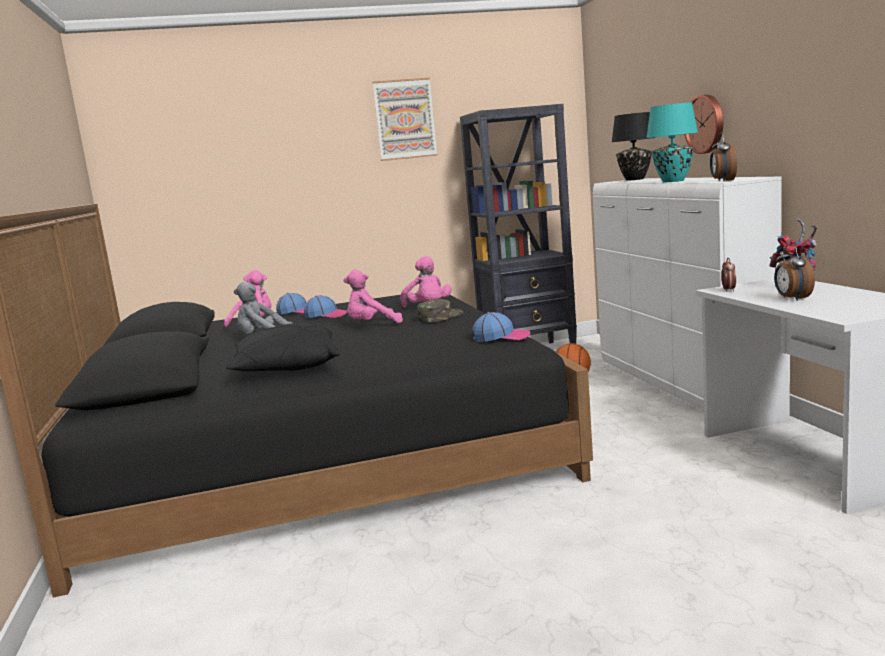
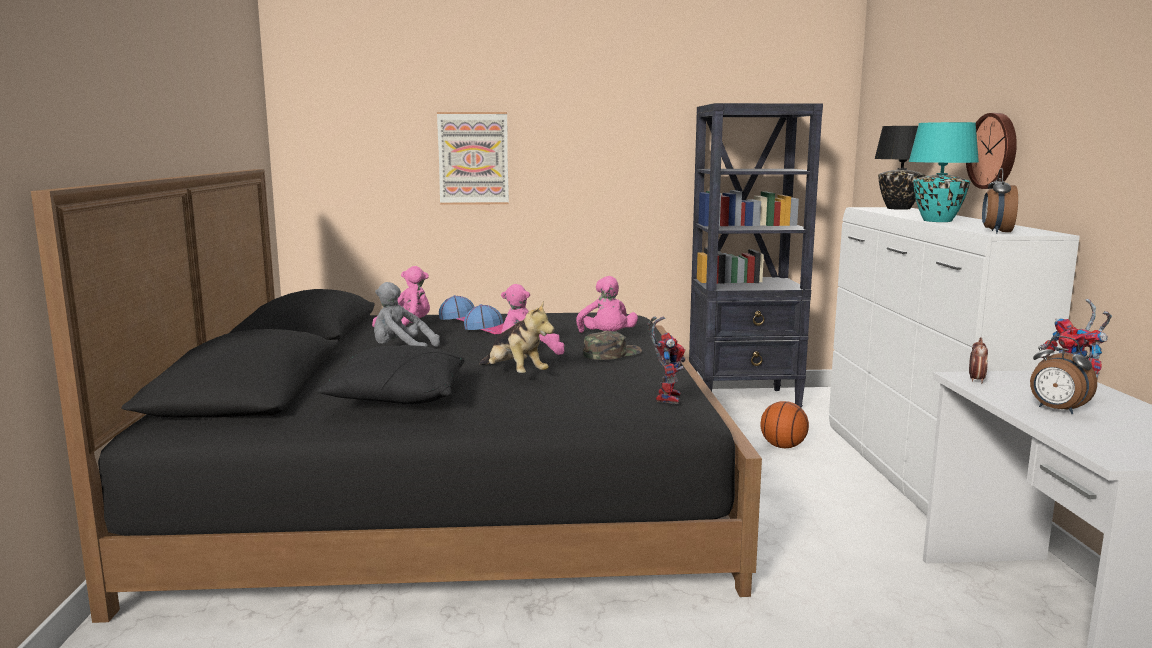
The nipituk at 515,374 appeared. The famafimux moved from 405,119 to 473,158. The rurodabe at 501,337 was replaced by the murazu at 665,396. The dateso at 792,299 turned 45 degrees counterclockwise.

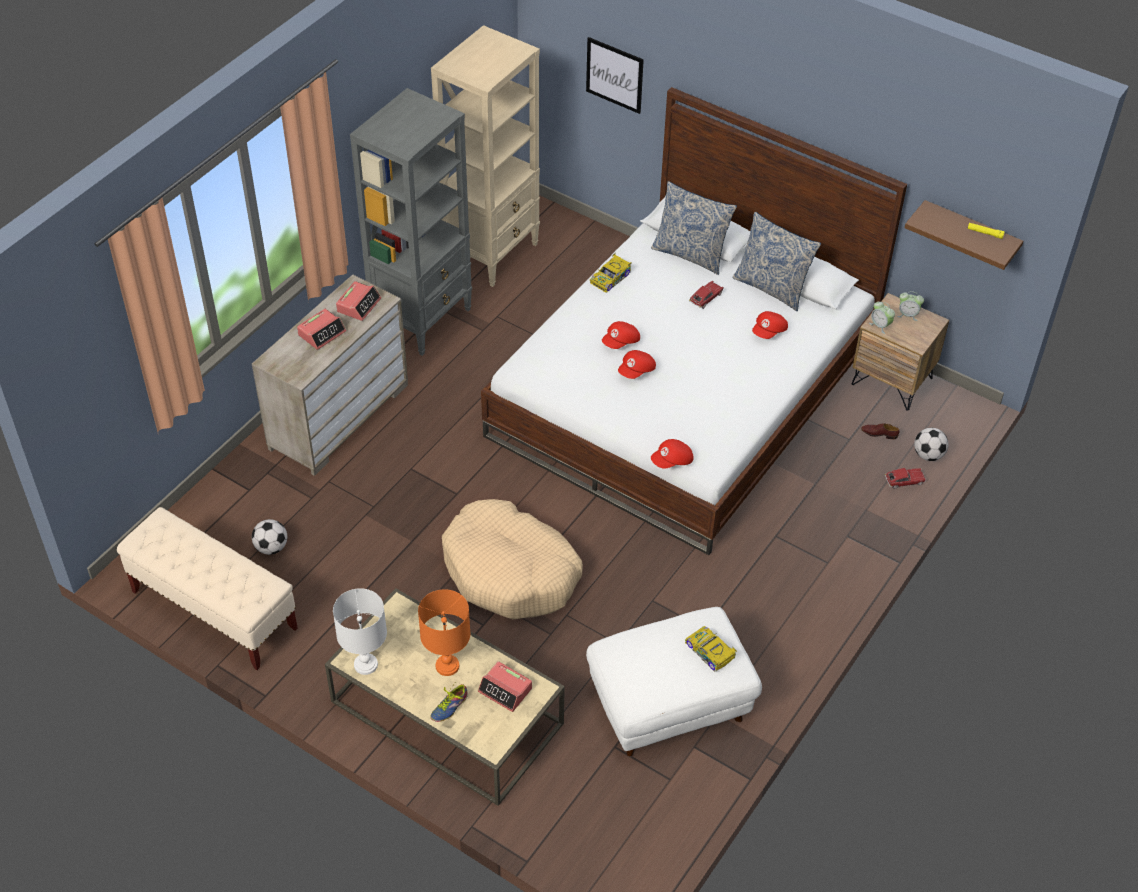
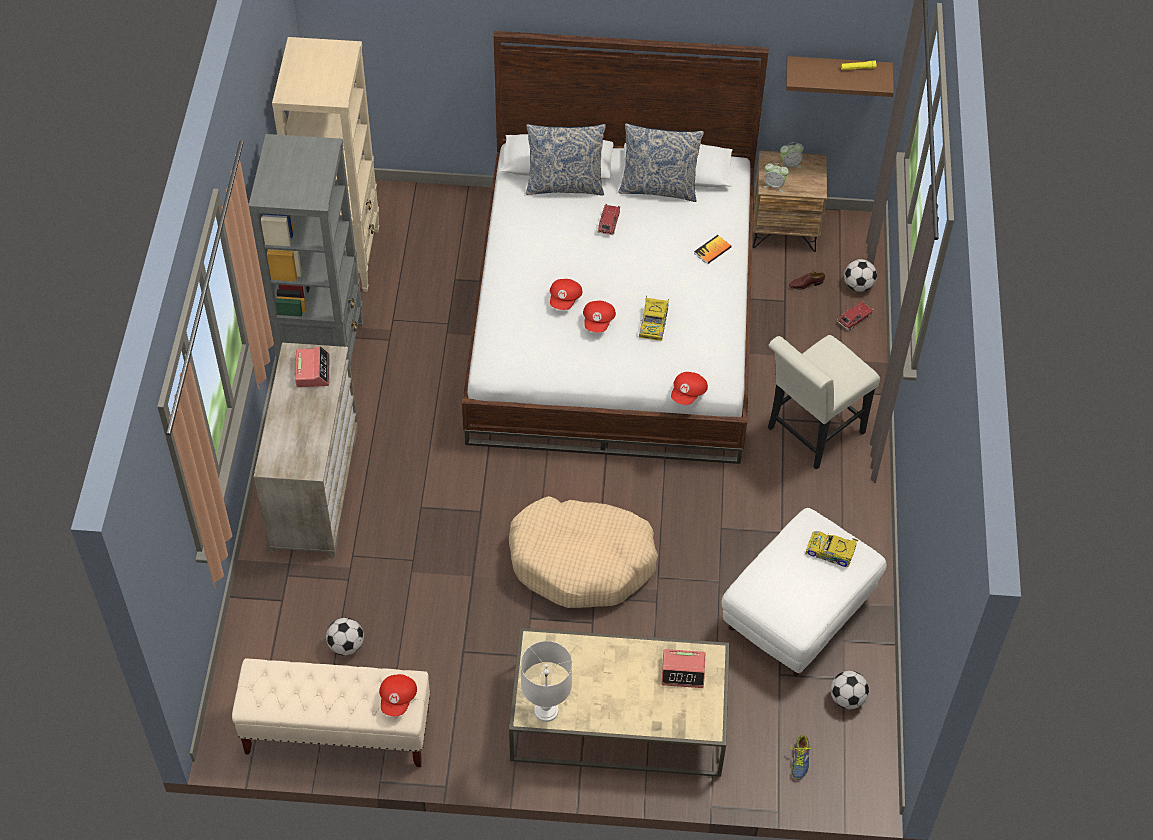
The dateso at 322,333 disappeared. The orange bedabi at 447,665 disappeared. The famafimux at 614,75 disappeared. The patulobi at 712,250 appeared. The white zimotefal at 810,434 appeared. The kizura at 847,699 appeared. The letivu moved from 448,706 to 798,760. The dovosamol moved from 611,278 to 654,323. The red rurodabe moved from 769,332 to 398,699.

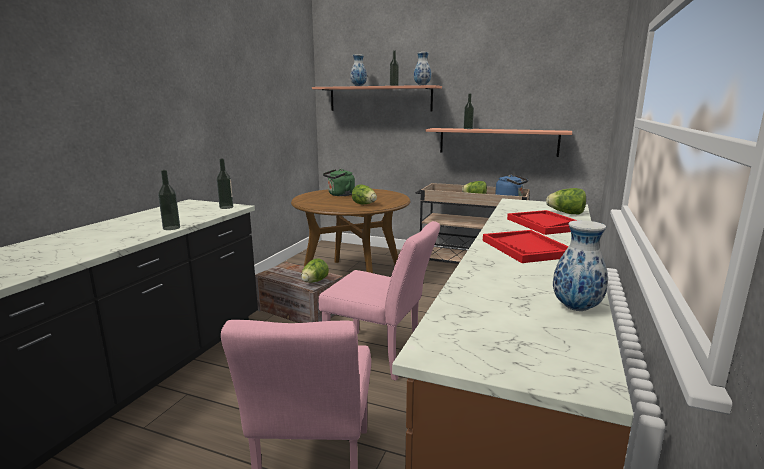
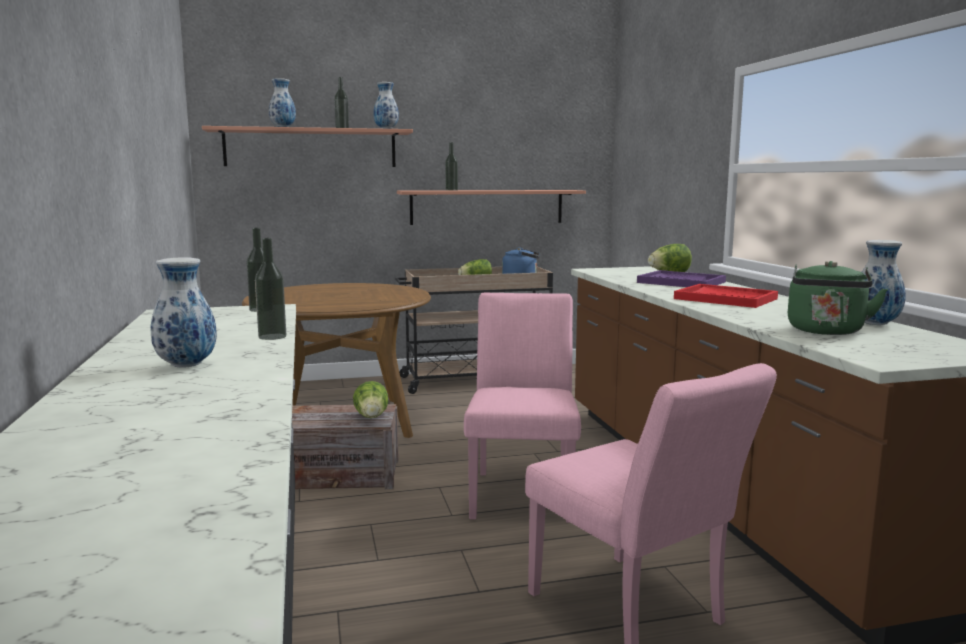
The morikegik at 364,204 disappeared. The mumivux at 187,366 appeared. The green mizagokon moved from 340,195 to 826,332. The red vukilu at 545,224 became the purple vukilu at 680,282. The pink zimotefal at 380,356 turned 75 degrees counterclockwise.

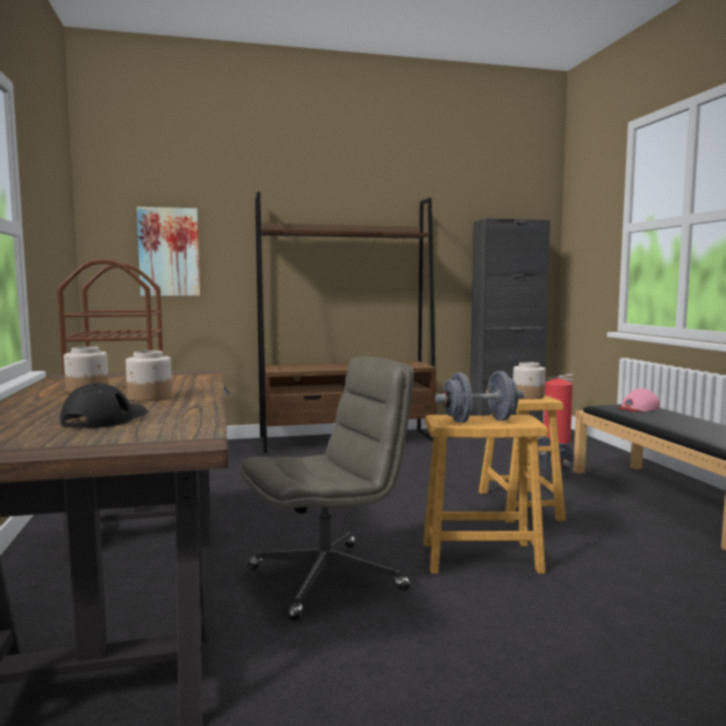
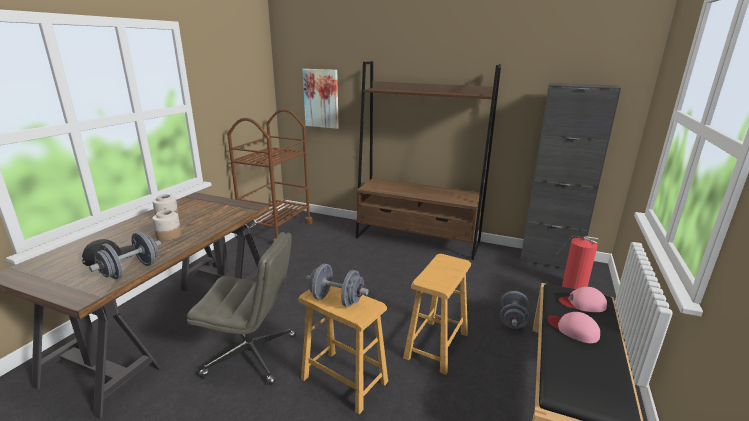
The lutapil at 528,396 disappeared. The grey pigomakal at 131,270 appeared. The pink rurodabe at 573,329 appeared.

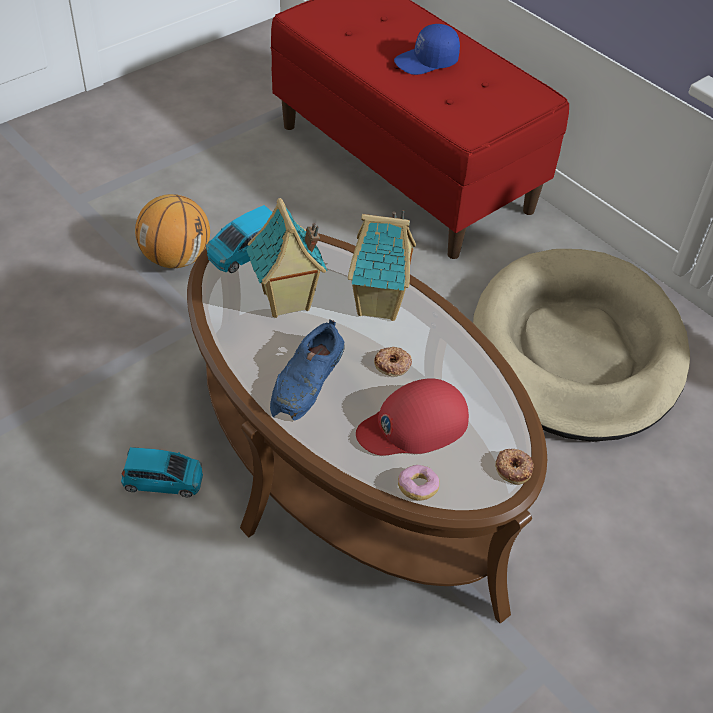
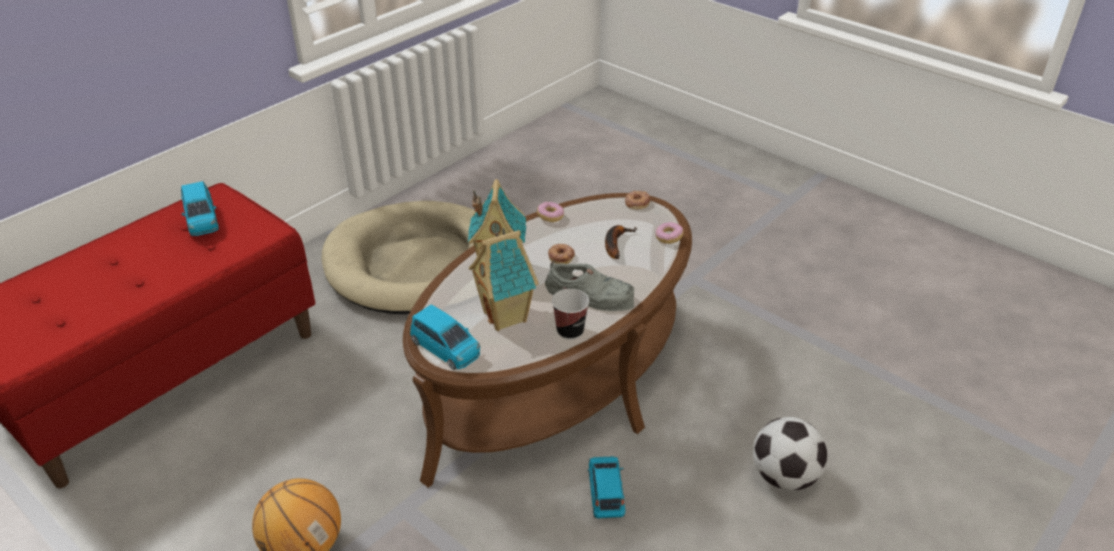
The blue rurodabe at 426,62 disappeared. The blue dovosamol at 202,220 appeared. The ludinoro at 550,217 appeared. The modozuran at 570,331 appeared. The kizura at 784,476 appeared. The red rurodabe at 413,425 was replaced by the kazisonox at 615,243. The blue letivu at 307,380 became the grey letivu at 591,295.

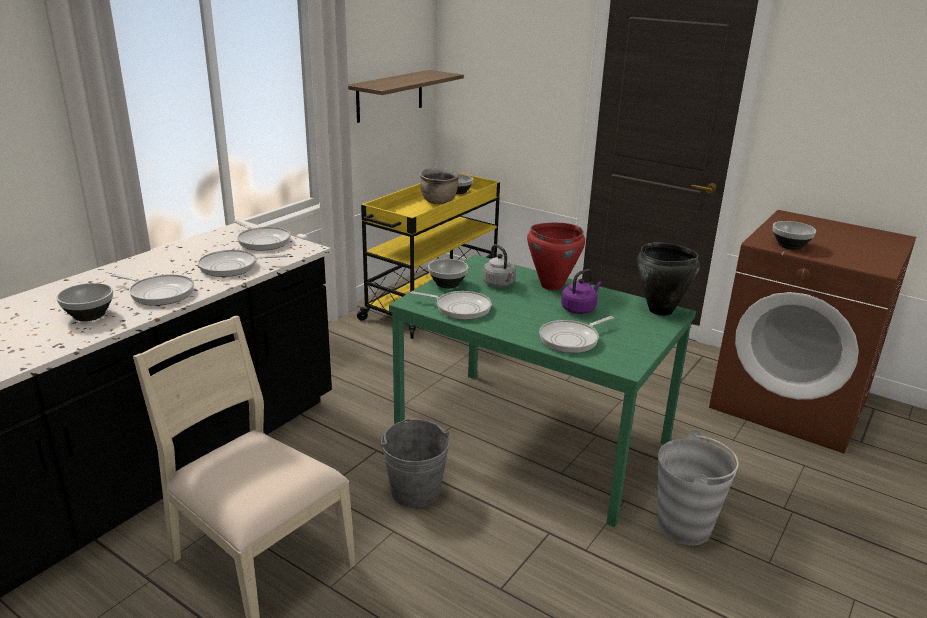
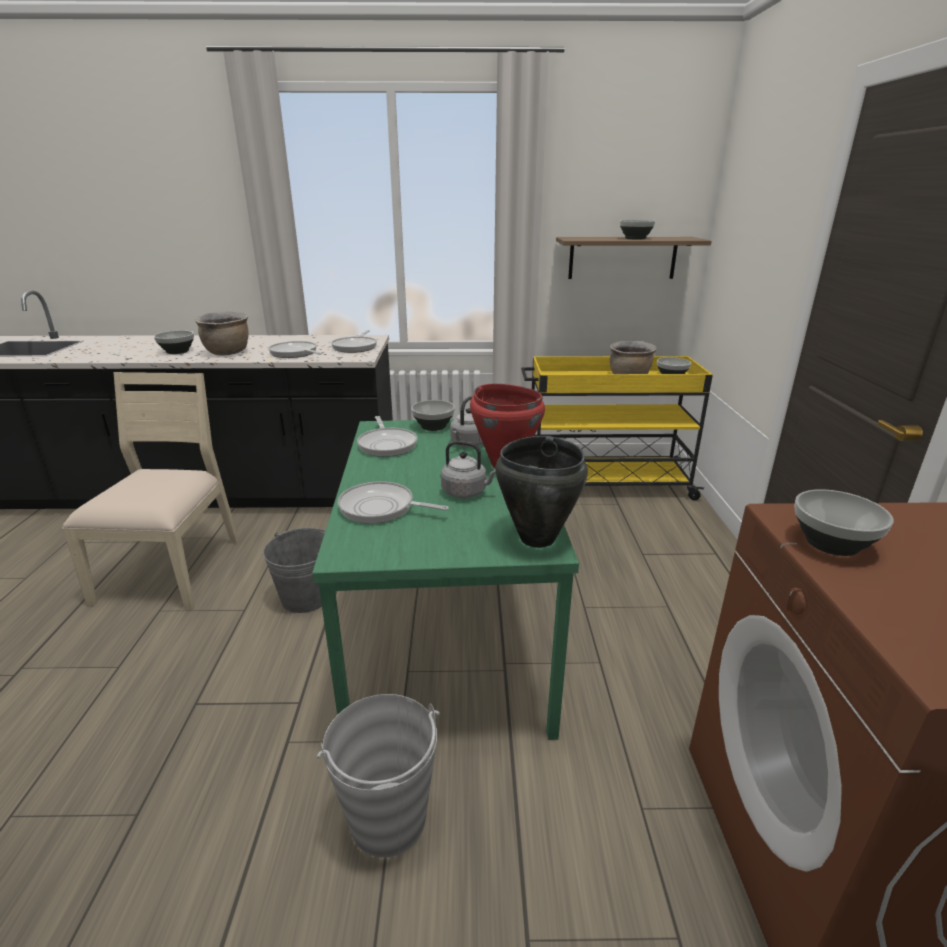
The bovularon at 634,238 appeared. The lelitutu at 159,293 was replaced by the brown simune at 228,353. The purple mizagokon at 579,309 became the grey mizagokon at 466,492.

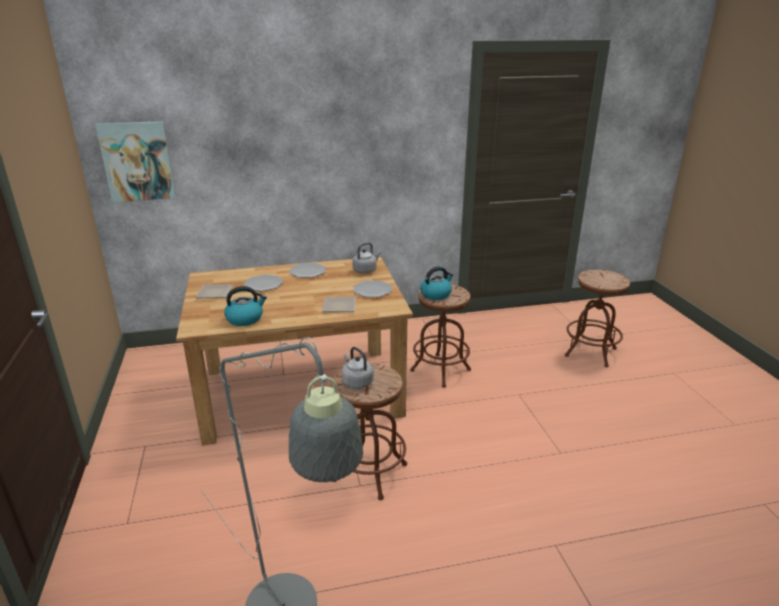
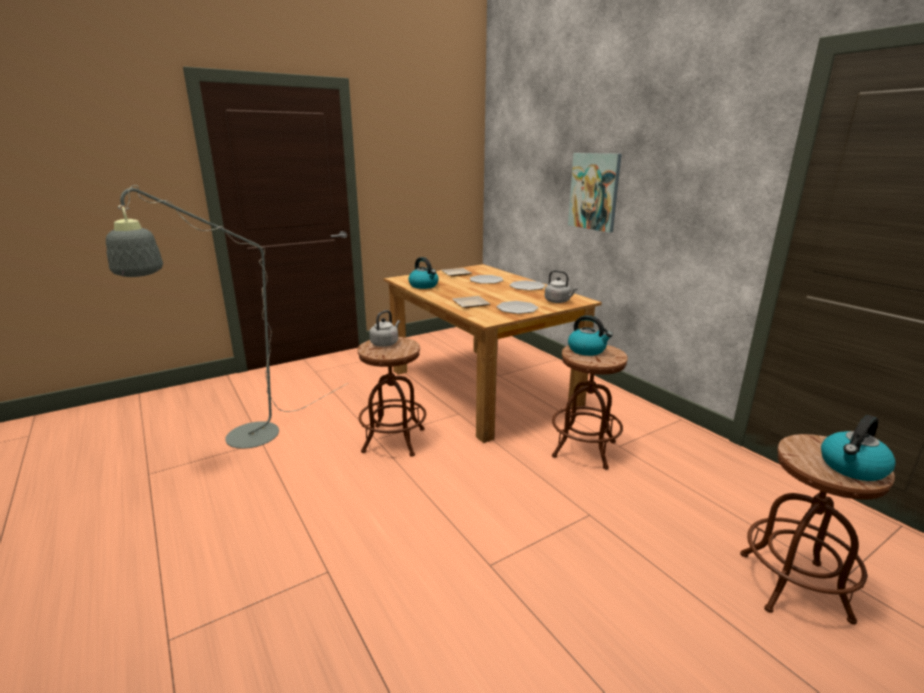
The mizagokon at 852,467 appeared. The famafimux moved from 137,161 to 594,191.

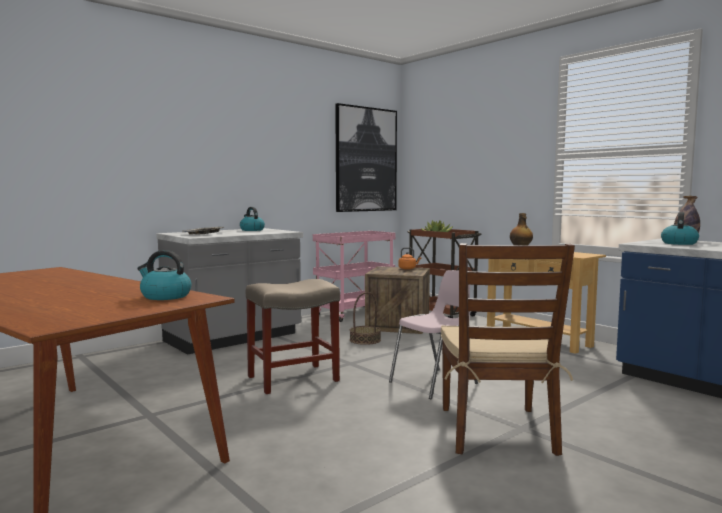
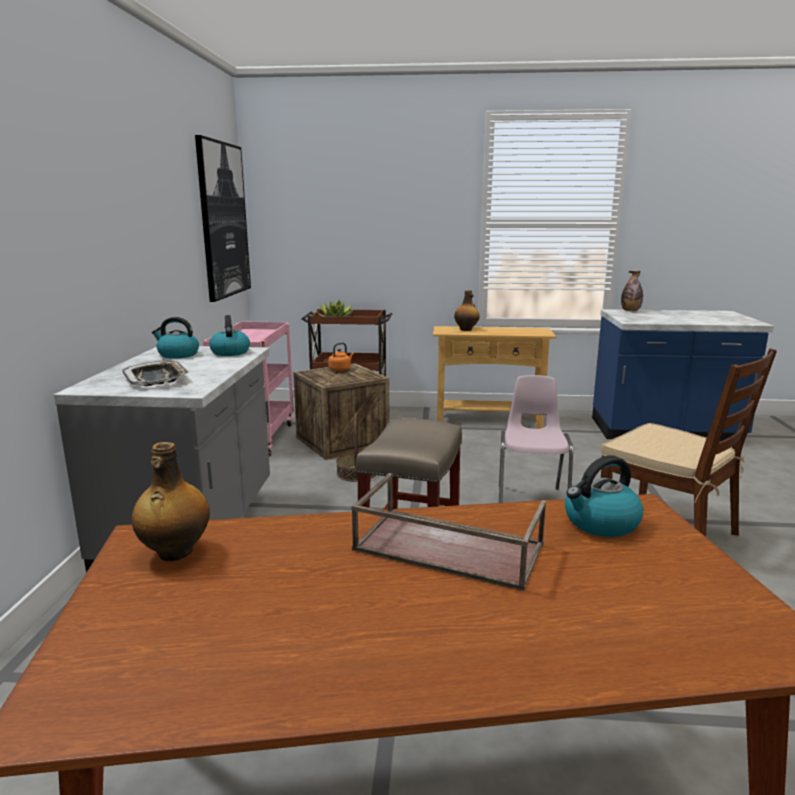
The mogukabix at 174,553 appeared. The brown vukilu at 446,548 appeared. The mizagokon moved from 678,243 to 230,352.

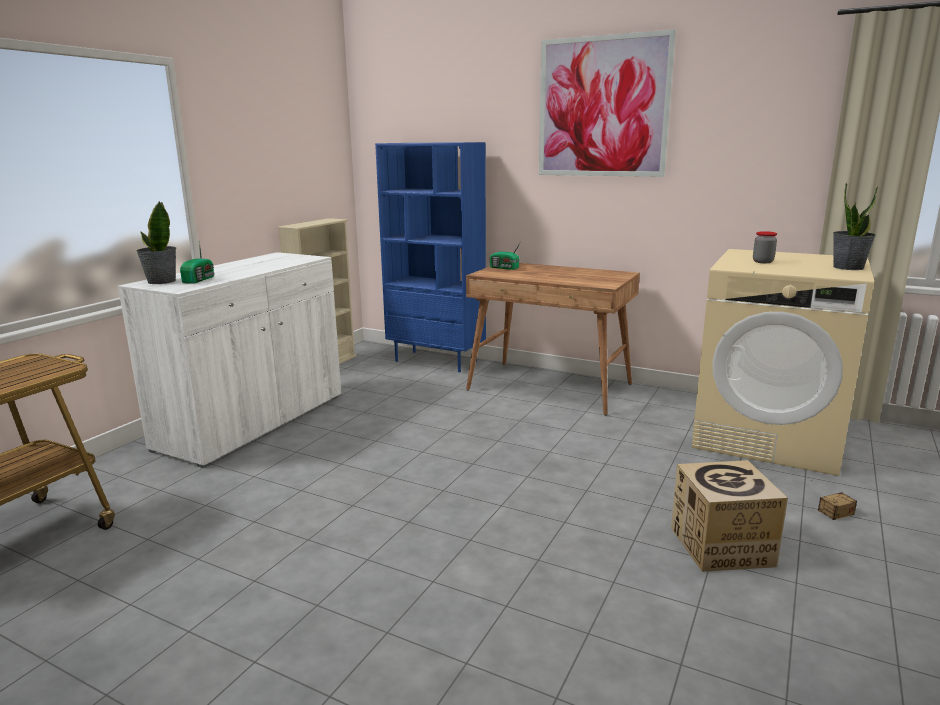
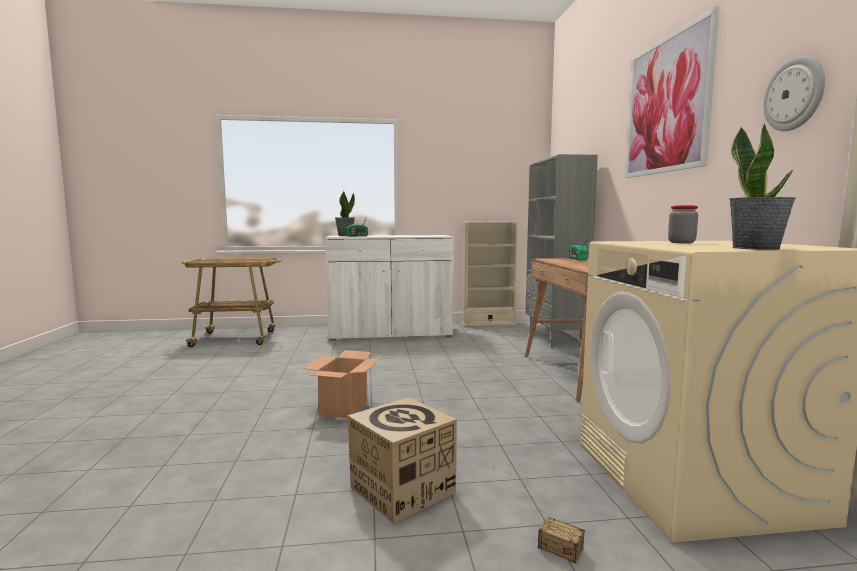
The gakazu at 344,408 appeared. The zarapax at 794,94 appeared. The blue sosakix at 437,361 became the grey sosakix at 555,339.

